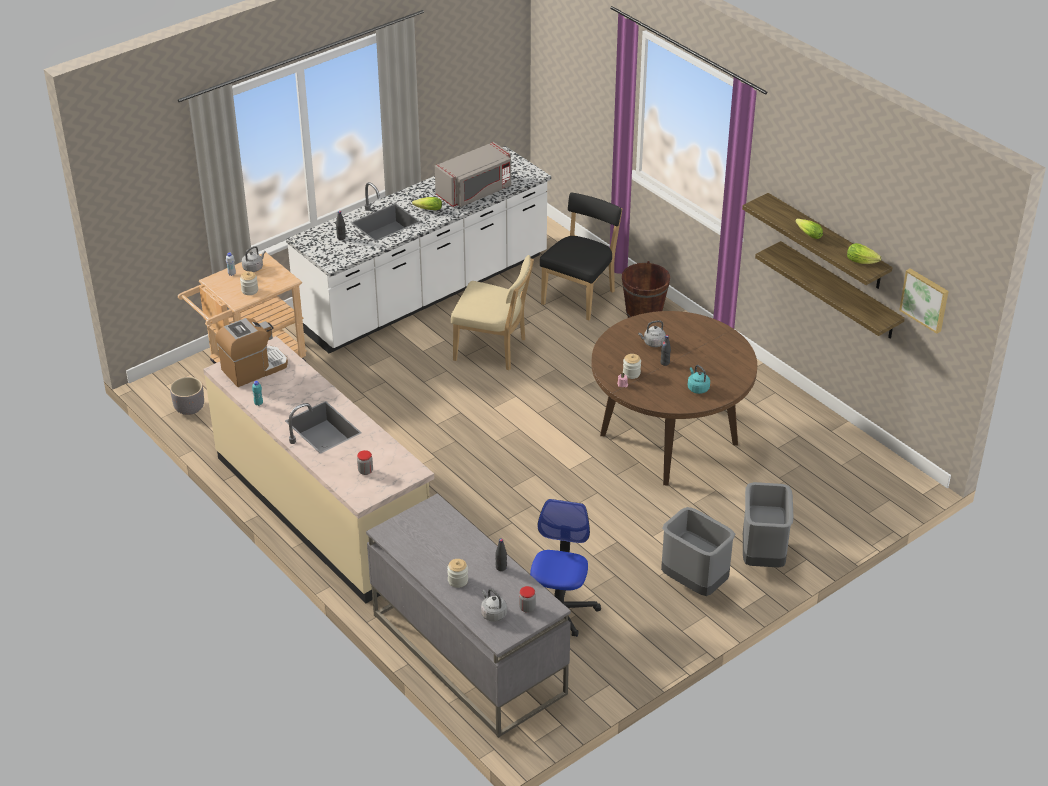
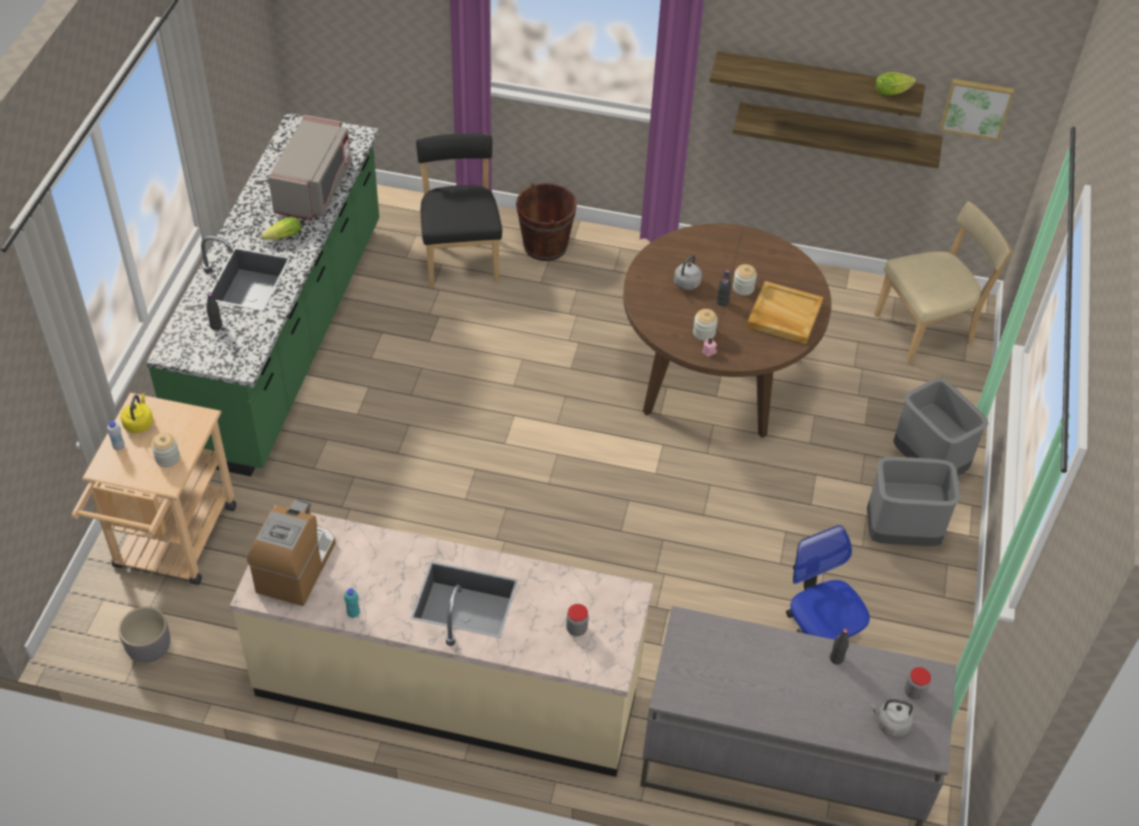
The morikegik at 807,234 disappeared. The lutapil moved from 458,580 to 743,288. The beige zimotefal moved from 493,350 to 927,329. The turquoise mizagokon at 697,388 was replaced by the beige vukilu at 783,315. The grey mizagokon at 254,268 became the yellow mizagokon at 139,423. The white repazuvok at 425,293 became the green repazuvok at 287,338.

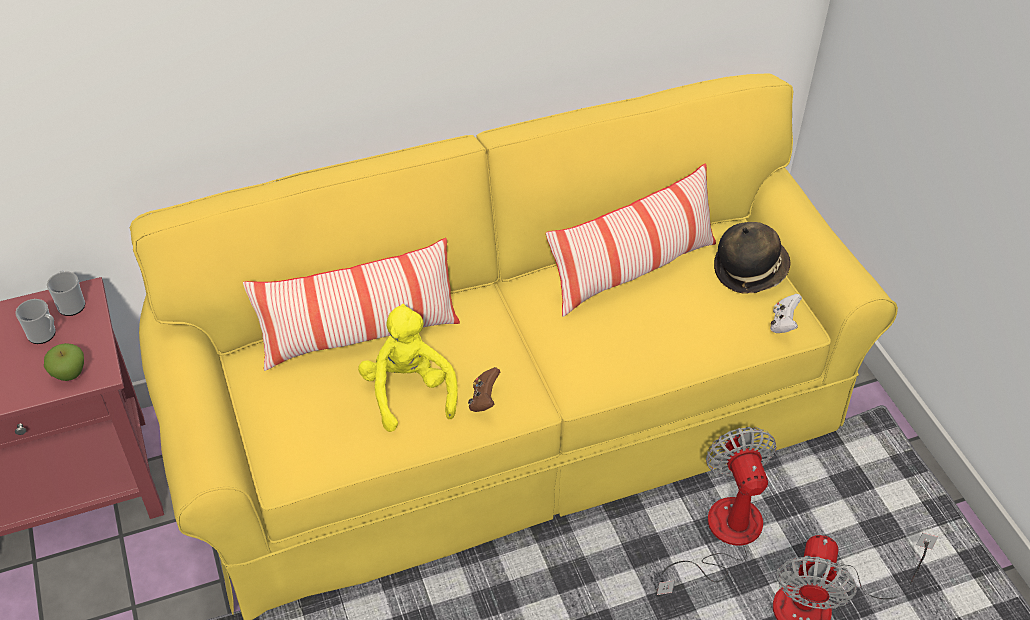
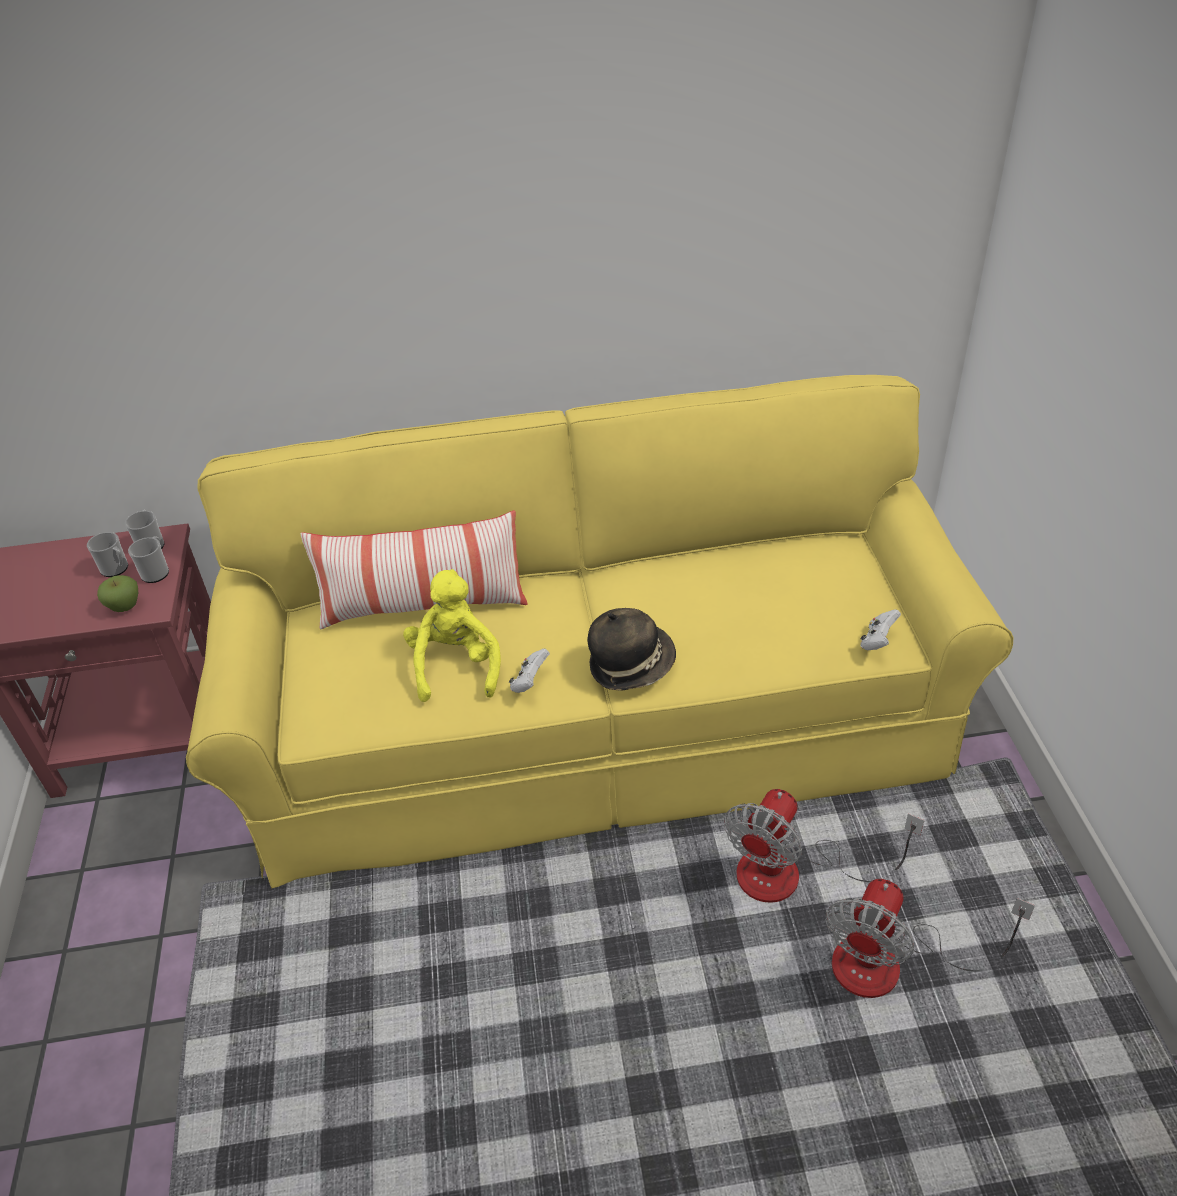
The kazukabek at 632,270 disappeared. The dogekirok at 157,571 appeared. The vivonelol moved from 749,270 to 631,664. The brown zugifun at 484,399 became the white zugifun at 529,682. The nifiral at 721,537 turned 150 degrees counterclockwise.

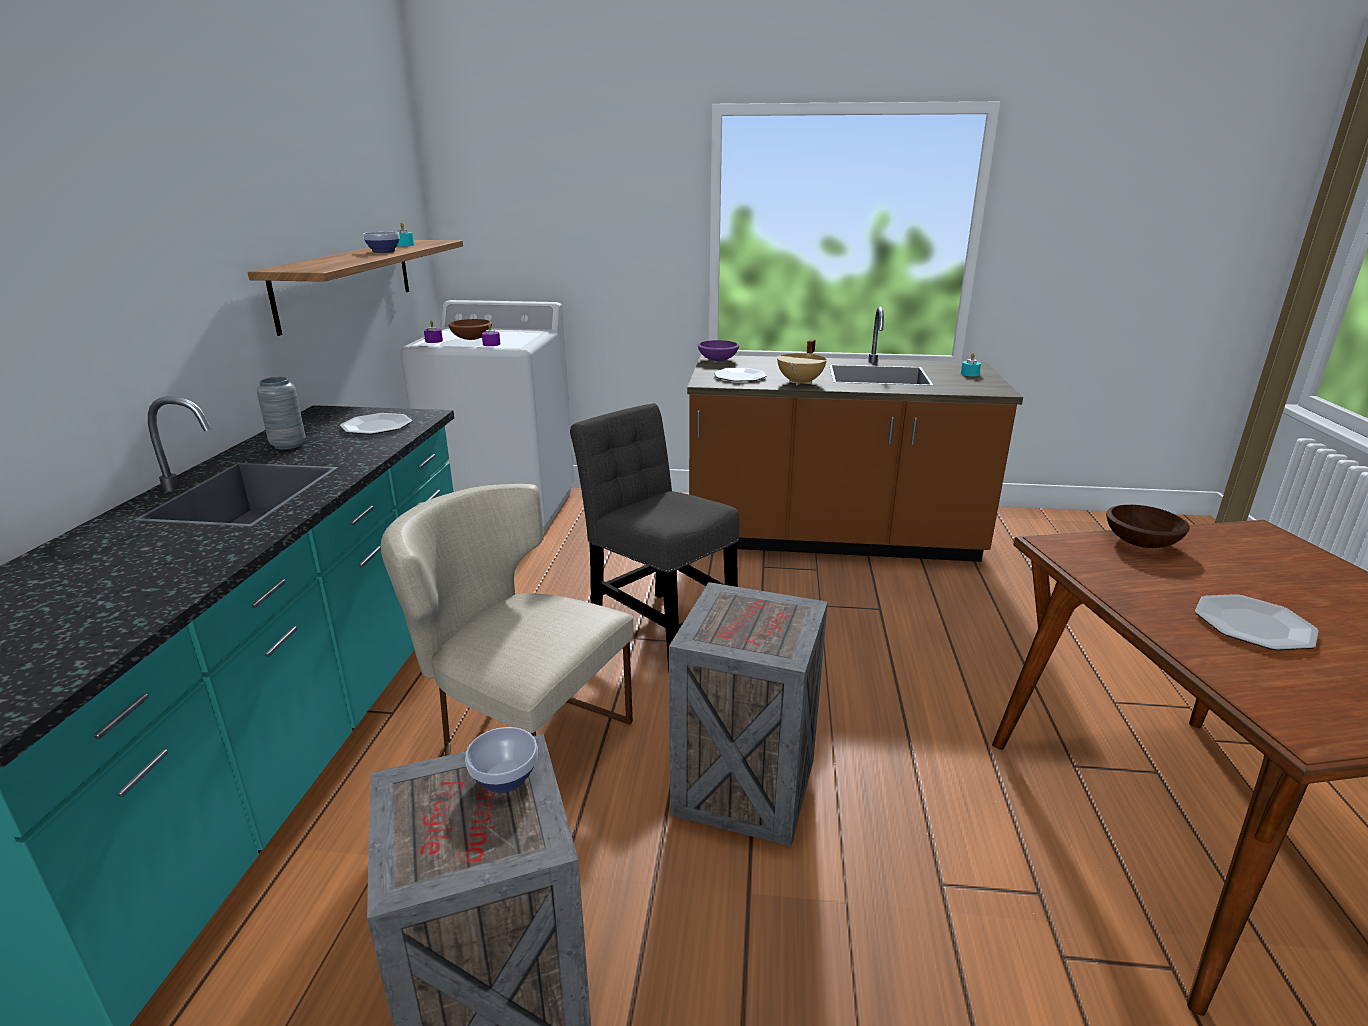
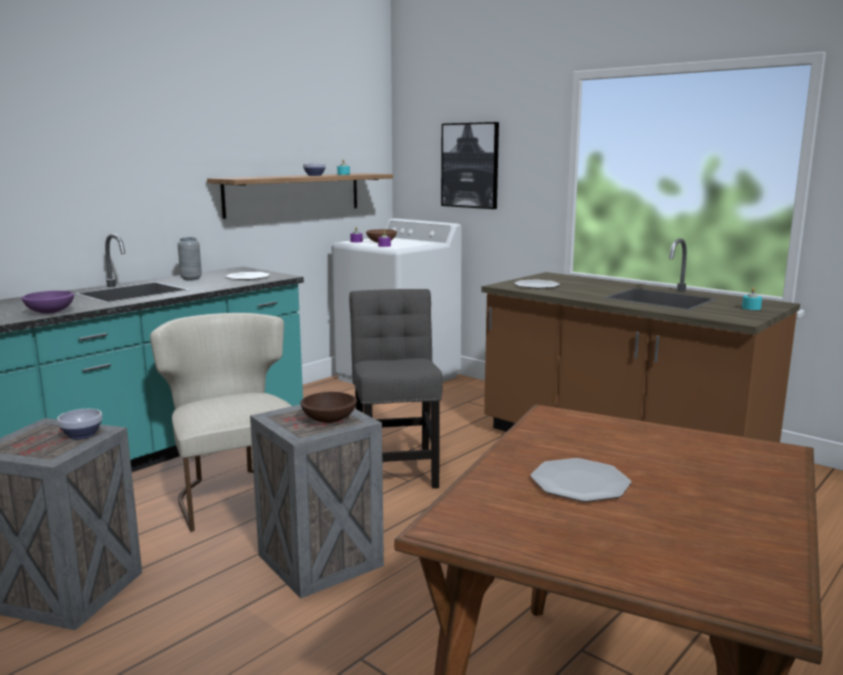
The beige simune at 801,382 disappeared. The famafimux at 470,165 appeared. The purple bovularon moved from 718,359 to 51,312. The brown bovularon moved from 1141,542 to 330,419.

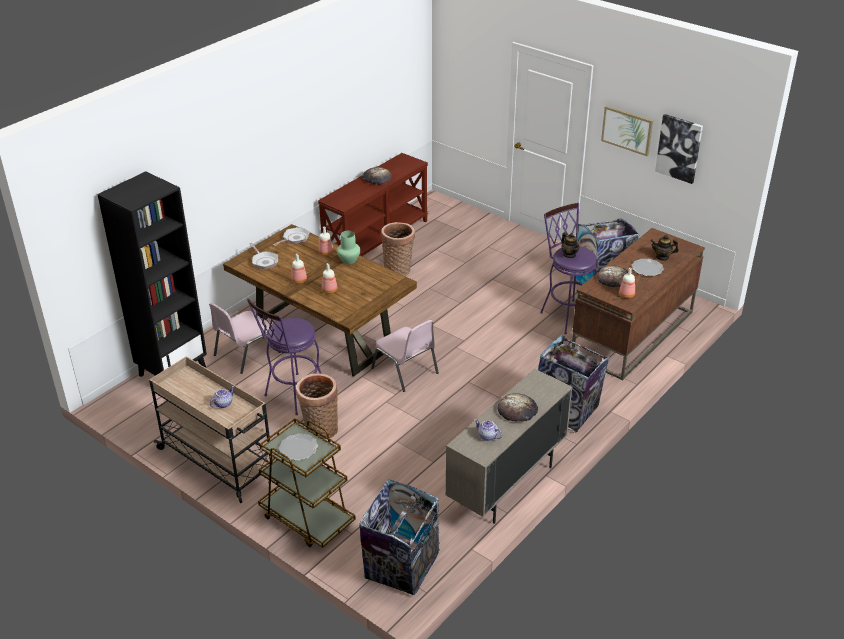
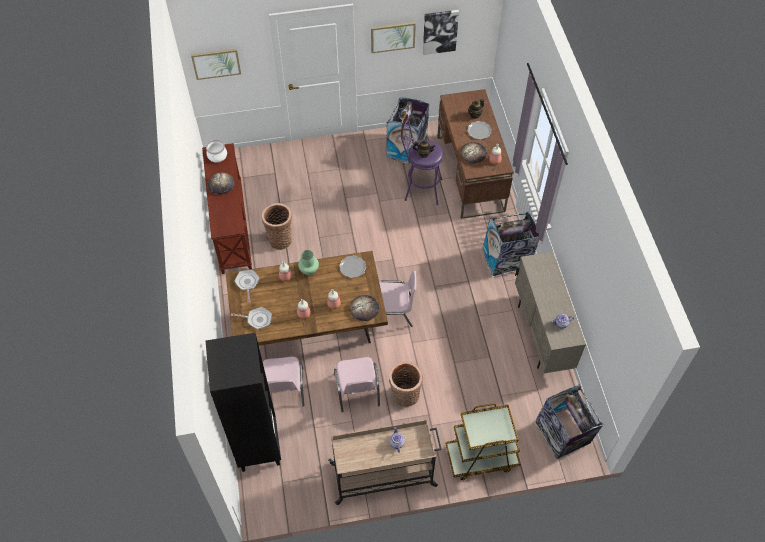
The famafimux at 216,63 appeared. The simune at 217,156 appeared. The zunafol moved from 299,449 to 353,267. The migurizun moved from 517,410 to 364,309. The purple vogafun at 292,396 was replaced by the pink zimotefal at 357,390.

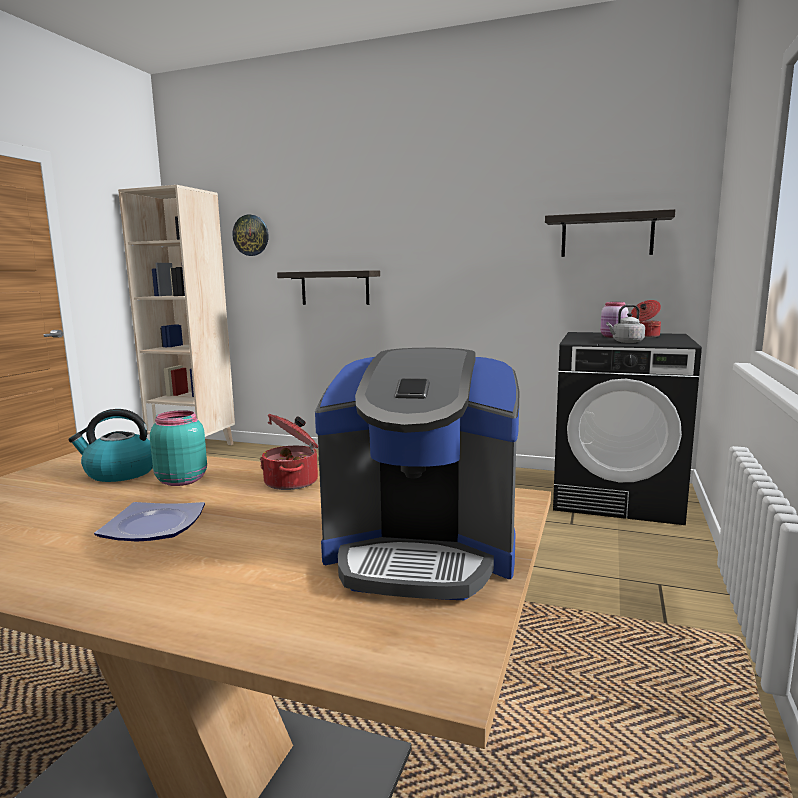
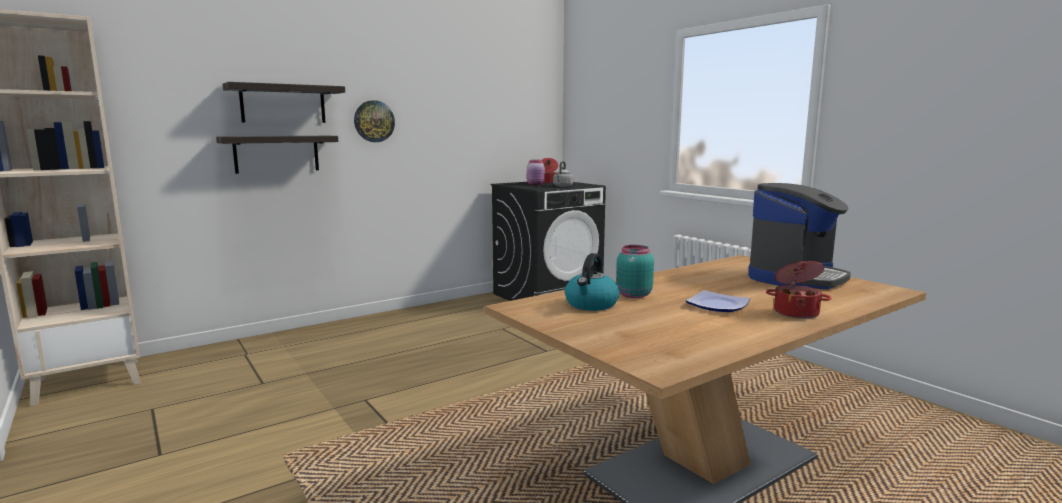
The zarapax moved from 251,235 to 374,121. The simune moved from 293,481 to 796,312. The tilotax moved from 607,235 to 283,104.

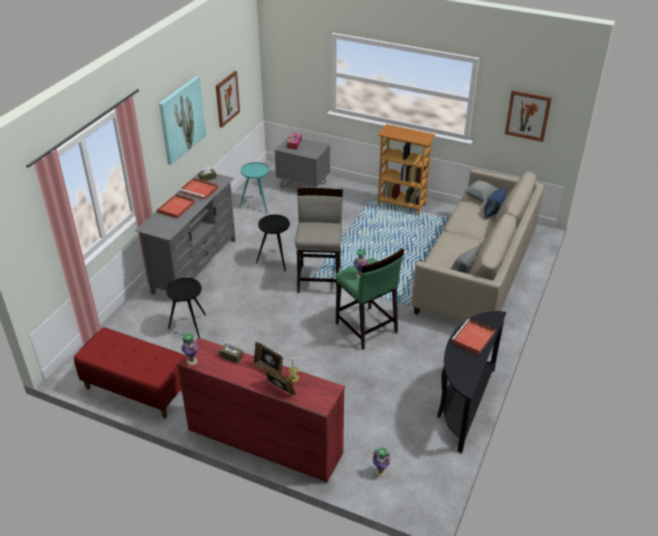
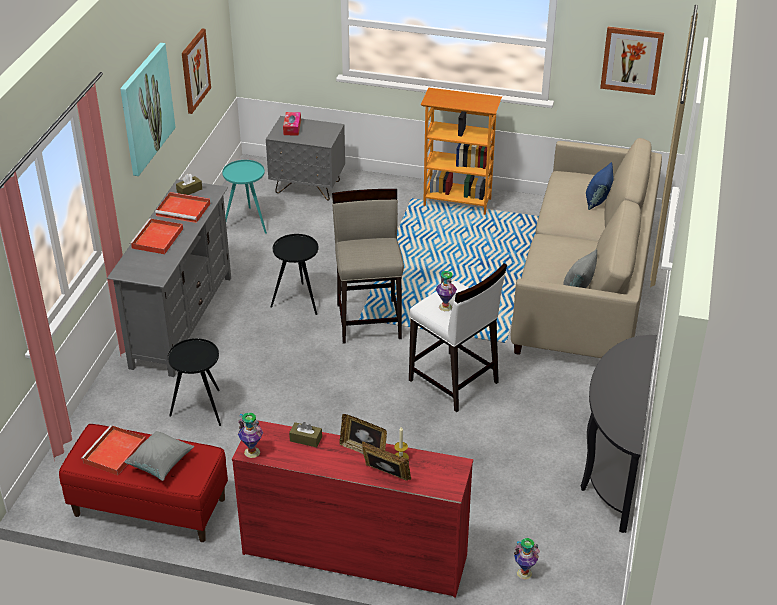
The red vukilu moved from 473,338 to 114,453. The grey kazukabek moved from 480,196 to 160,464. The green vogafun at 366,328 became the white vogafun at 453,382.

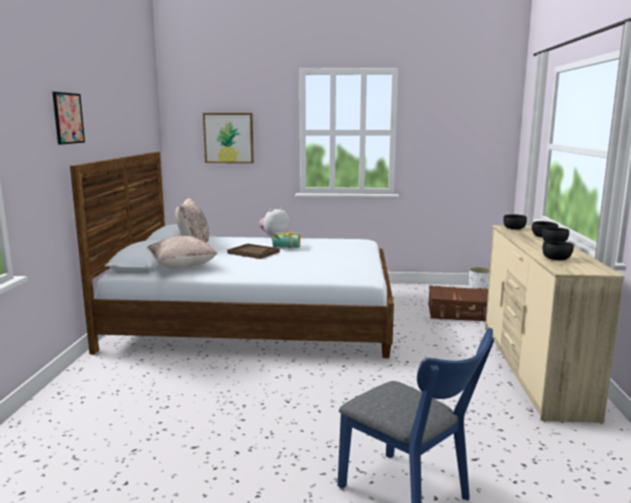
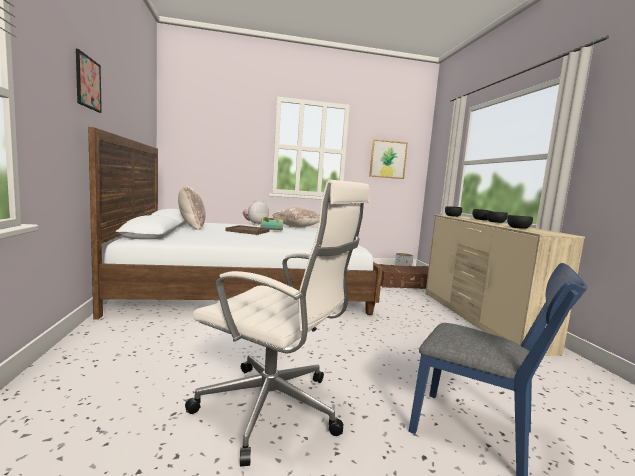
The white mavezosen at 273,410 appeared. The beige kazukabek moved from 181,267 to 297,227. The famafimux moved from 228,138 to 388,159.

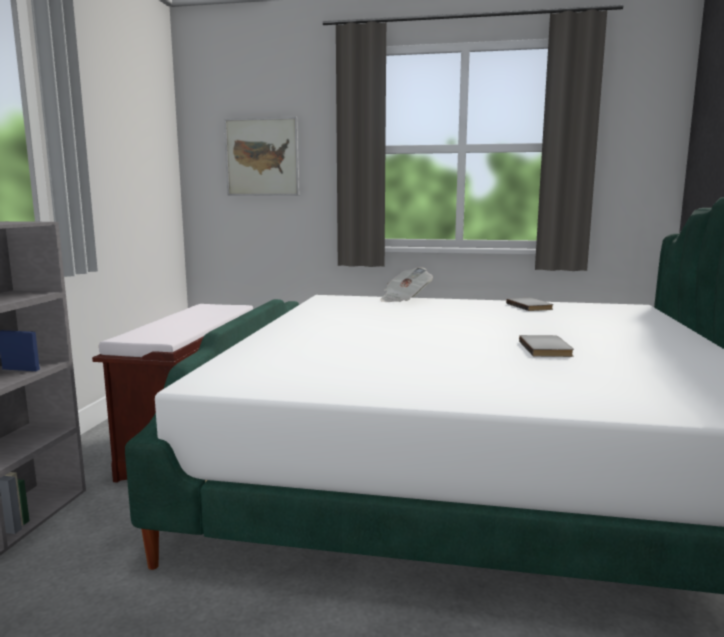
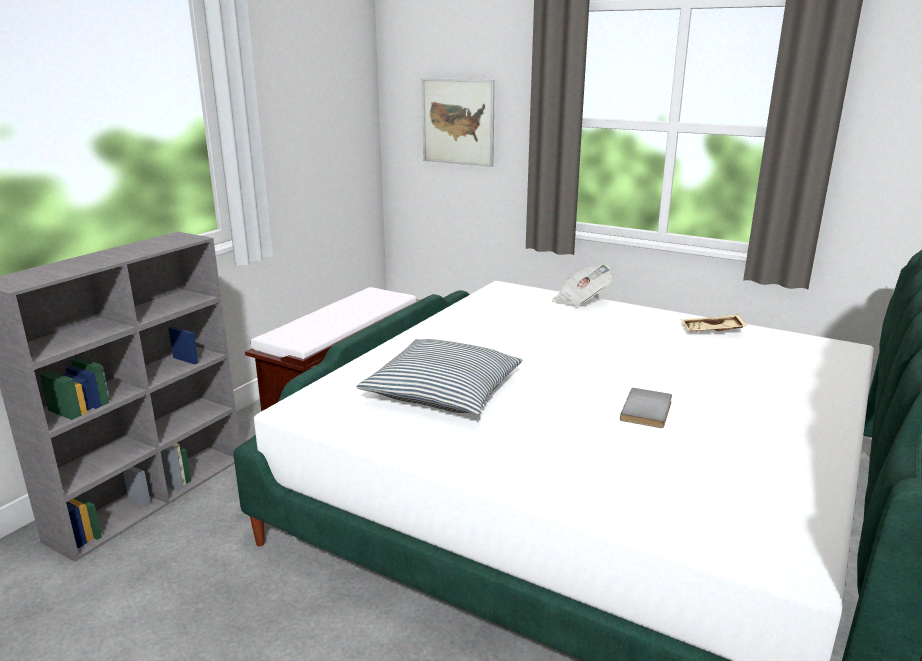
The kazukabek at 443,391 appeared. The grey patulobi at 530,306 was replaced by the beige vukilu at 712,331.

